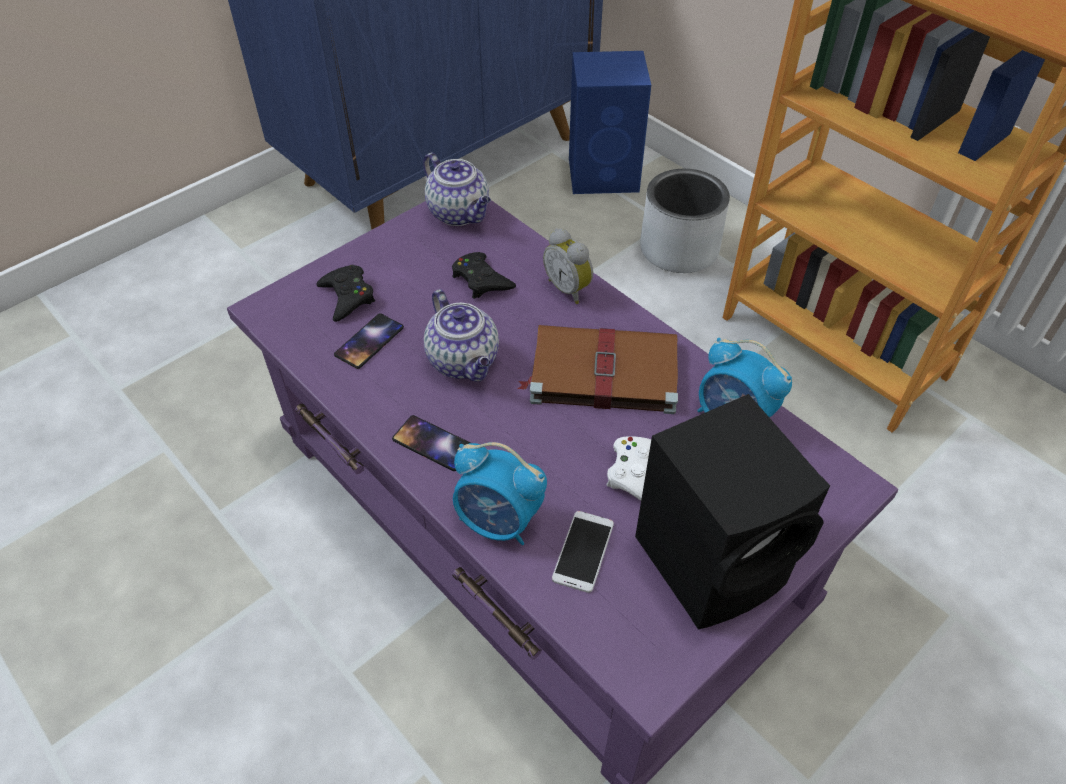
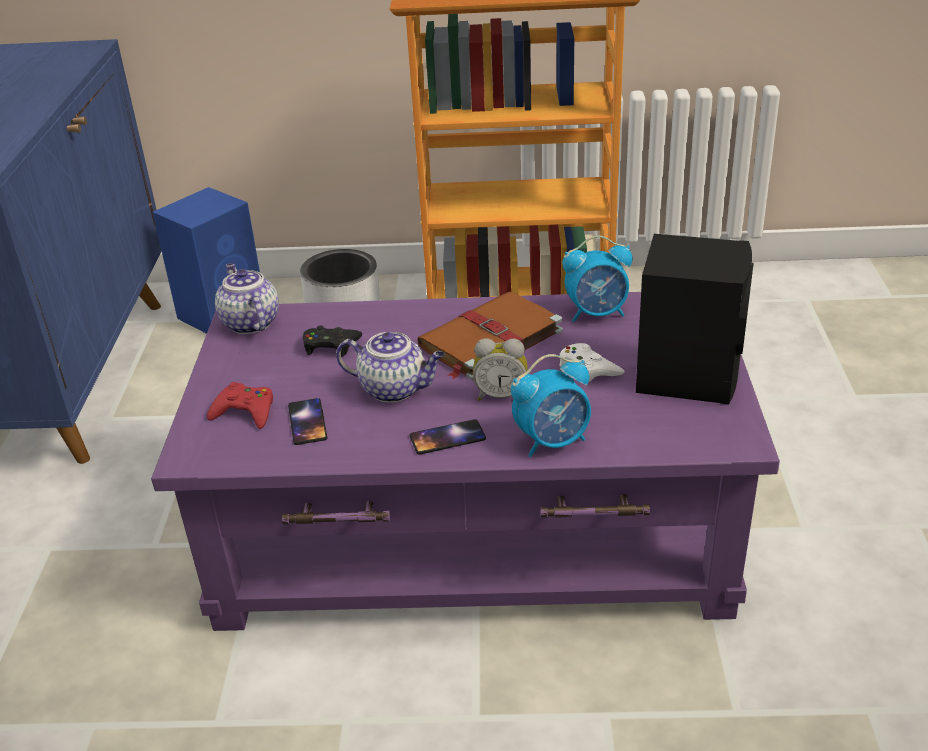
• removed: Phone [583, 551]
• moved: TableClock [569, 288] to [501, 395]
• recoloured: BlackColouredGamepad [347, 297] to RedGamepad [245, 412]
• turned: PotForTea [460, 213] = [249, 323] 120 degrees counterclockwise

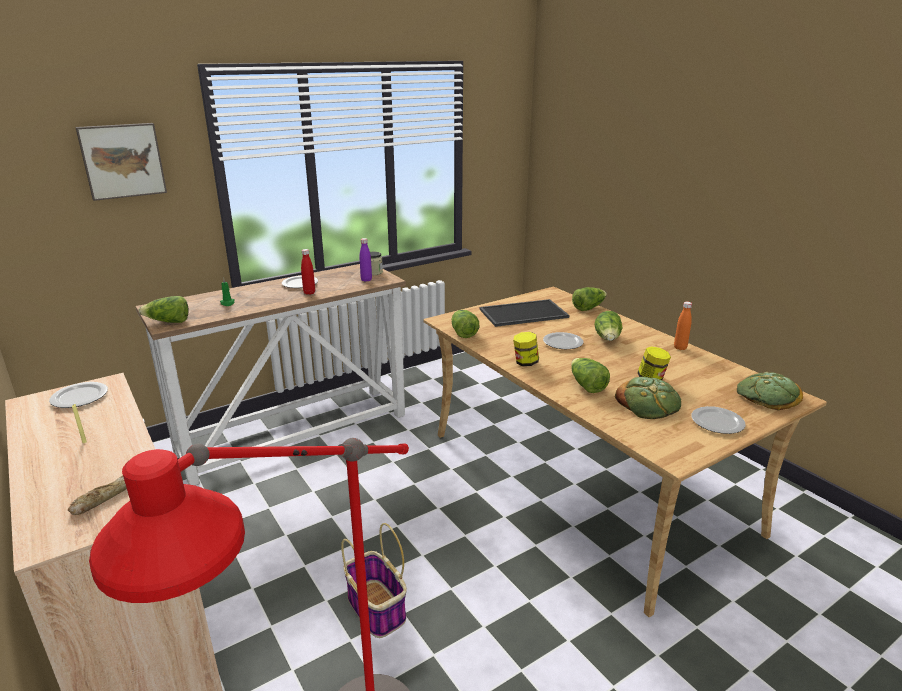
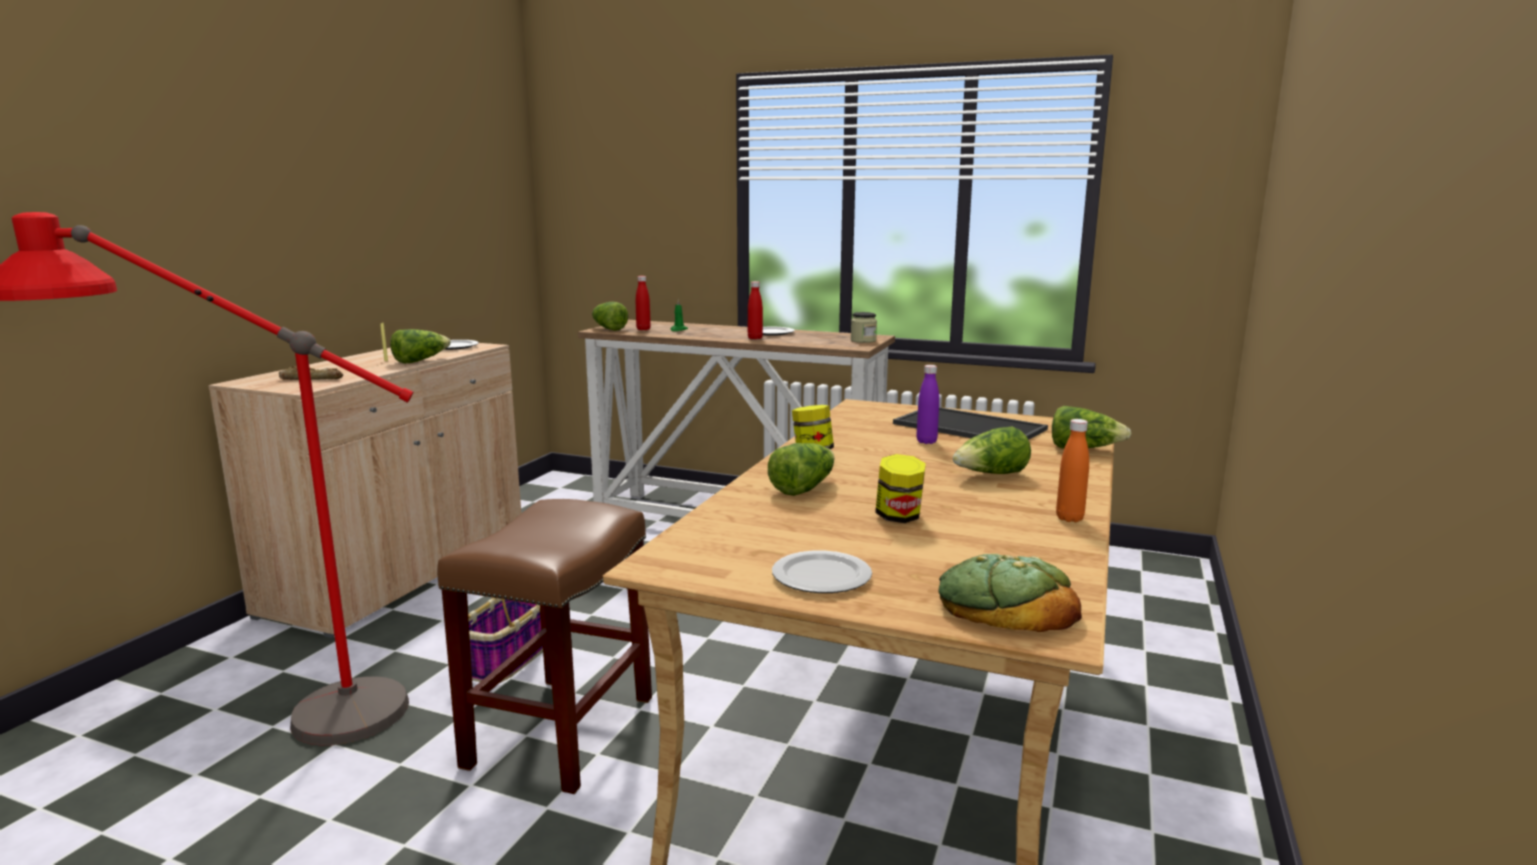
• removed: WallPicture [122, 160]
• removed: DinnerPlate [563, 343]
• removed: BakedBread [648, 403]
• added: BrownStoolSeat [561, 730]
• added: RedBottle [643, 329]
• moved: PurpleBottle [366, 280] to [926, 441]
• moved: HeadOfLettuce [463, 332] to [420, 361]

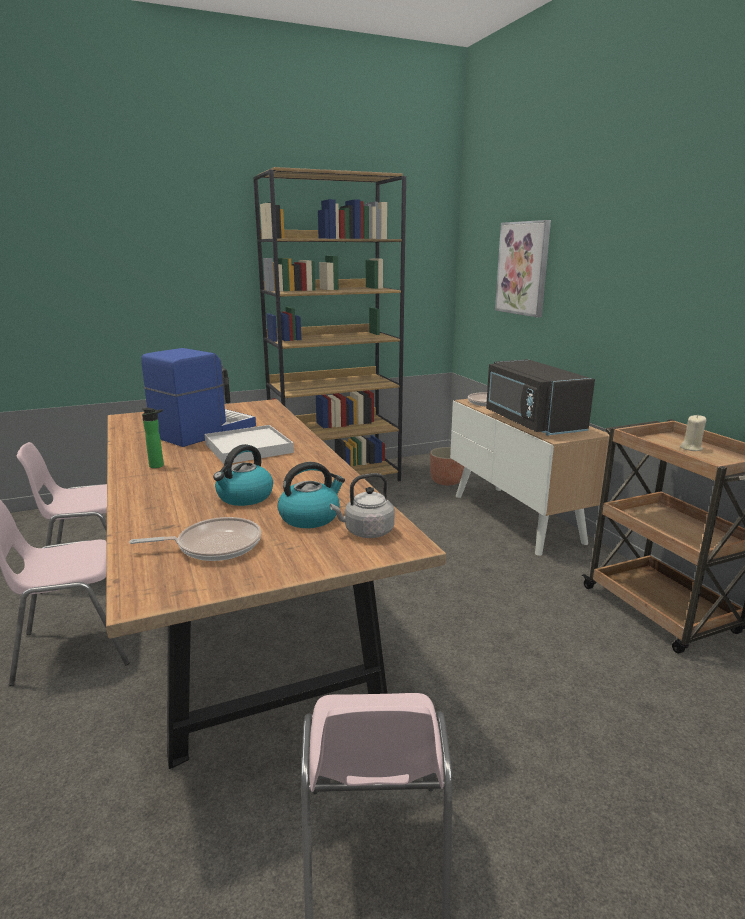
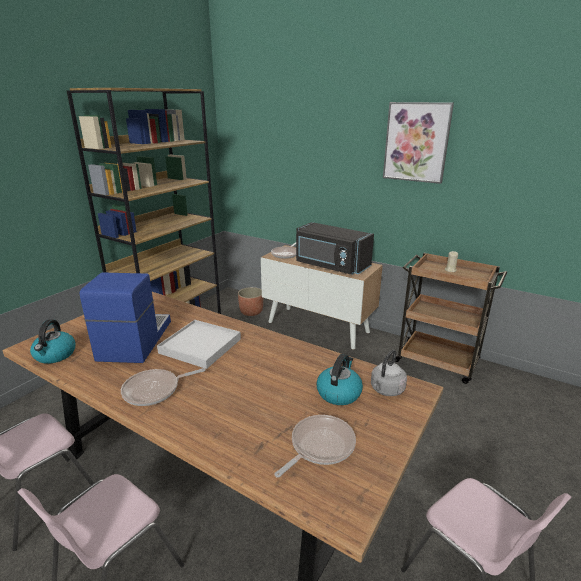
• moved: Kettle [244, 497] to [55, 355]
• moved: WallPicture [523, 268] to [416, 142]
• replaced: Bottle [158, 466] to FryingPan [155, 390]

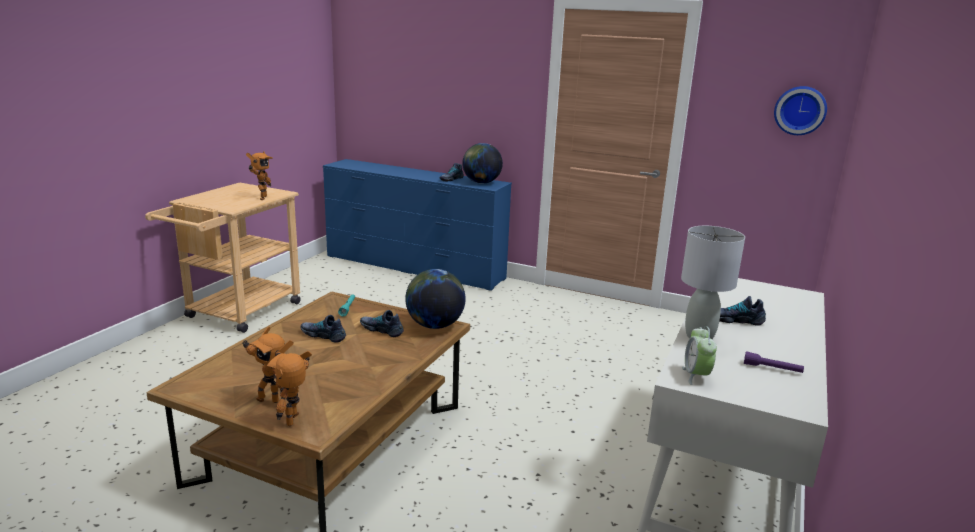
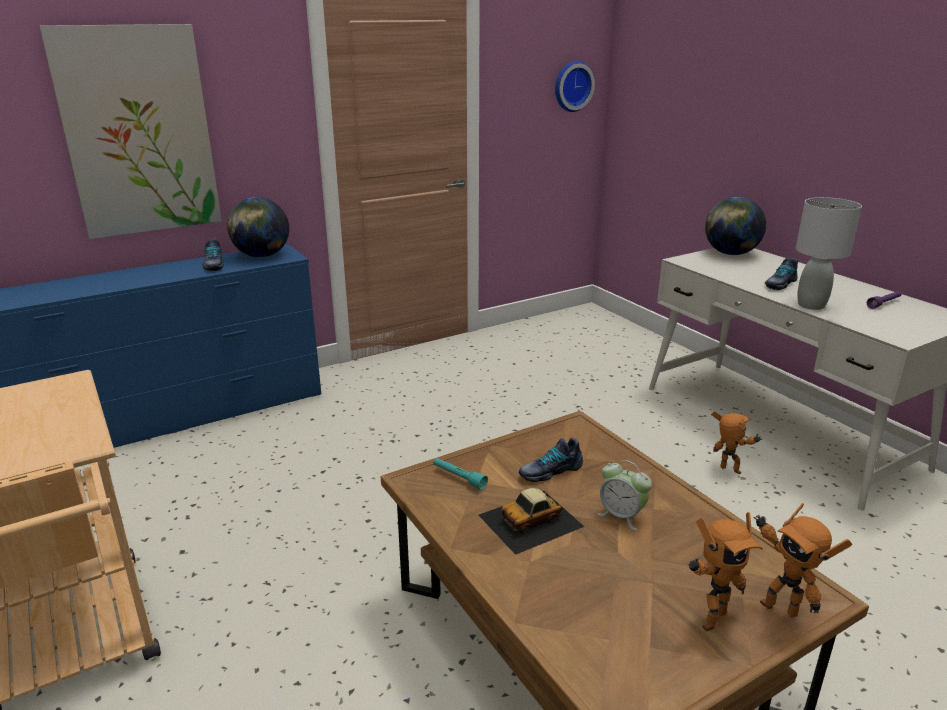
• added: WallPicture [138, 132]
• moved: RobotFigure [261, 198] to [729, 472]
• moved: Globe [434, 325] to [730, 253]
• moved: TableClock [696, 376] to [621, 516]
• replaced: LowShoe [323, 335] to ToyCar [531, 520]

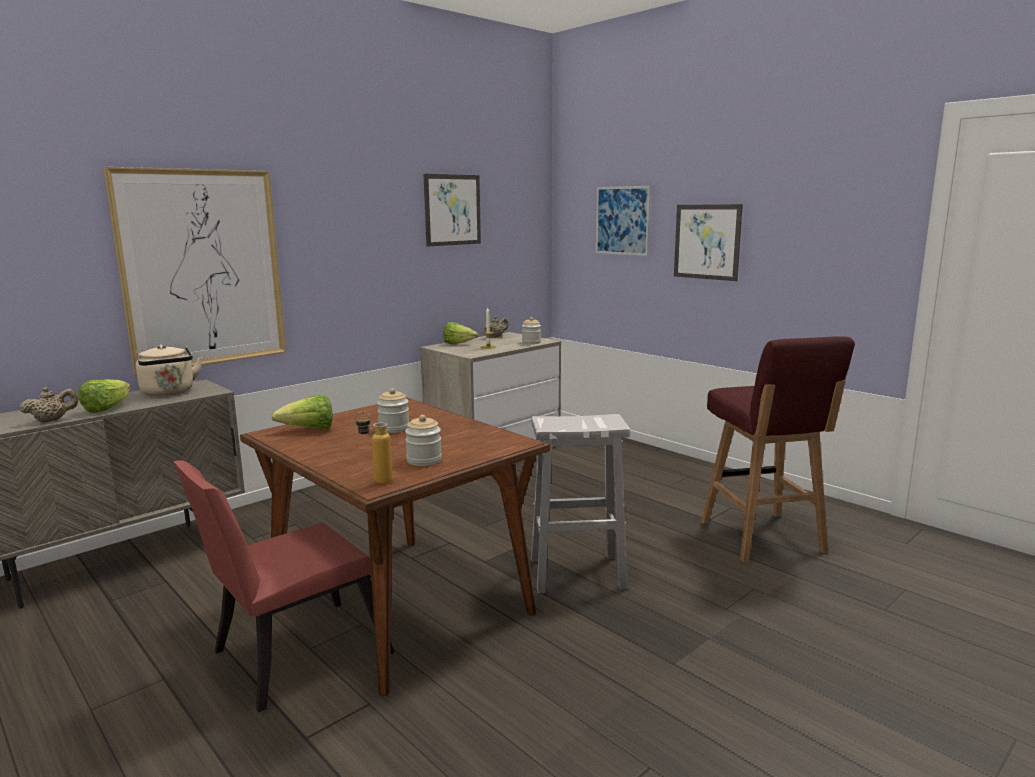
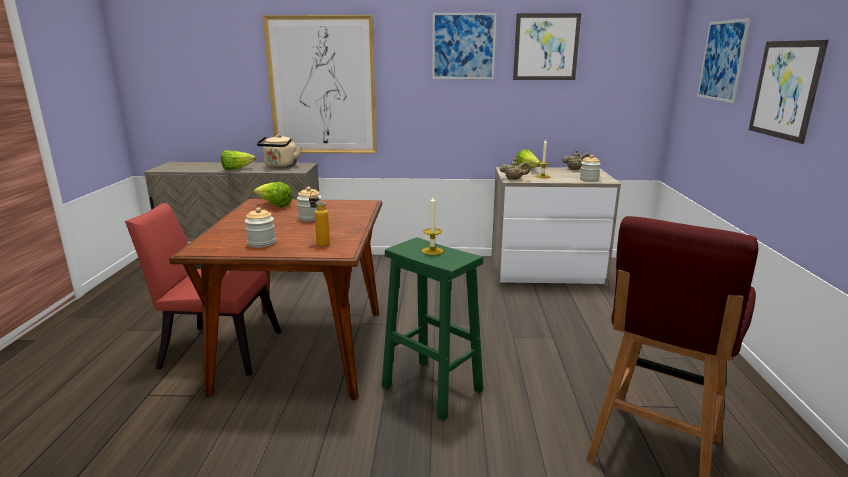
• added: Candle [432, 251]
• added: WallPicture [463, 46]
• moved: SandColouredPotForTea [52, 420] to [514, 179]
• moved: Bottle [376, 481] to [320, 243]
• recoloured: WhitishStoolSeat [575, 574] to GreenStoolSeat [430, 388]

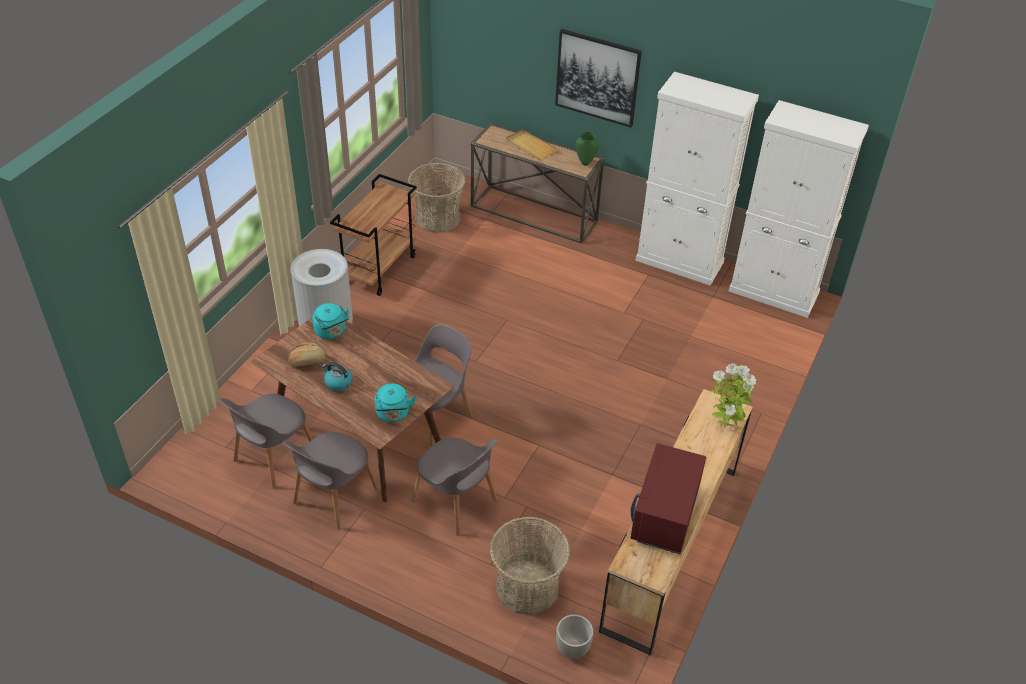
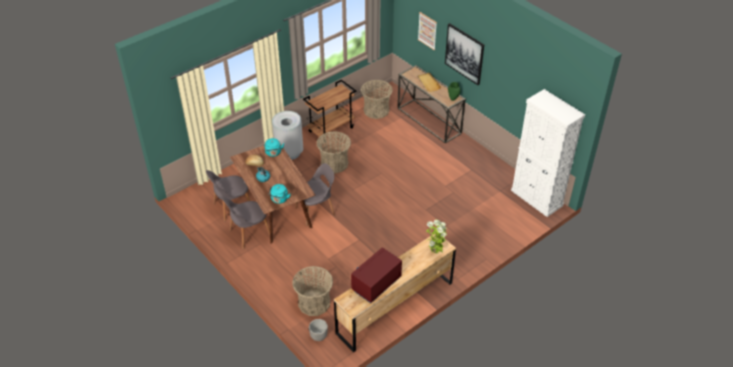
• removed: GreyishChair [456, 502]
• removed: WhitishCabinet [679, 261]
• added: HouseholdBasket [334, 163]
• added: WallPicture [427, 30]

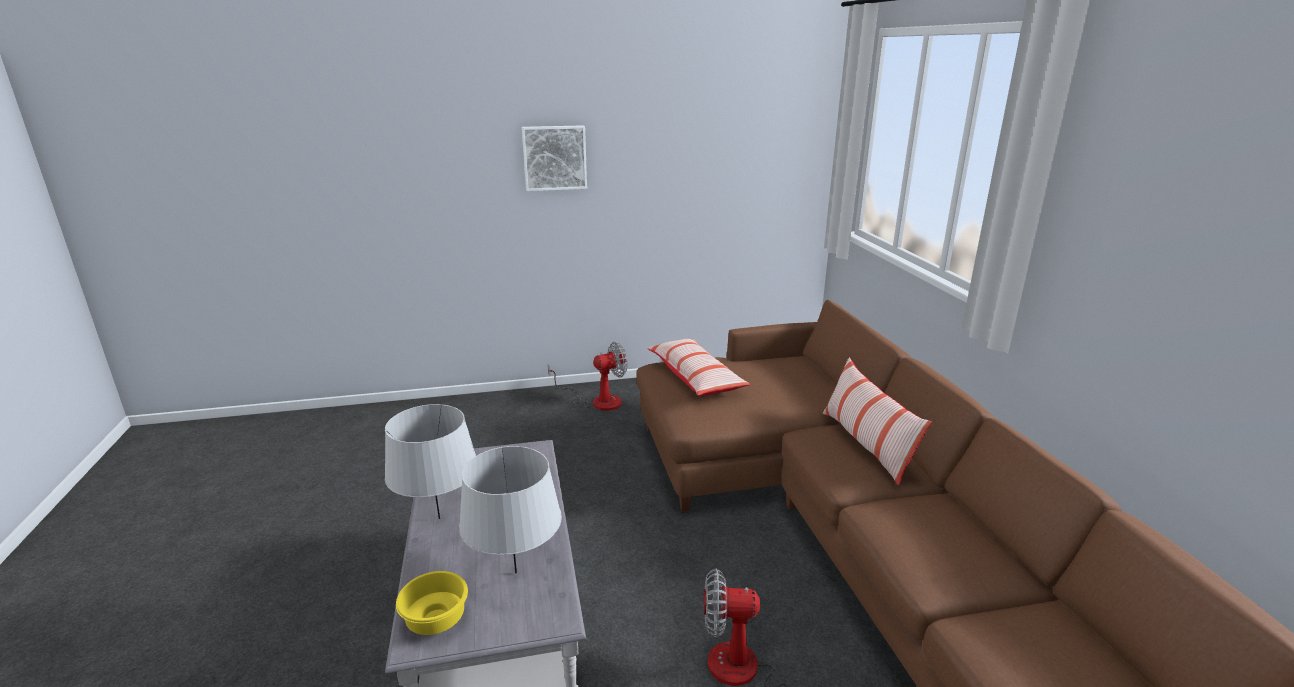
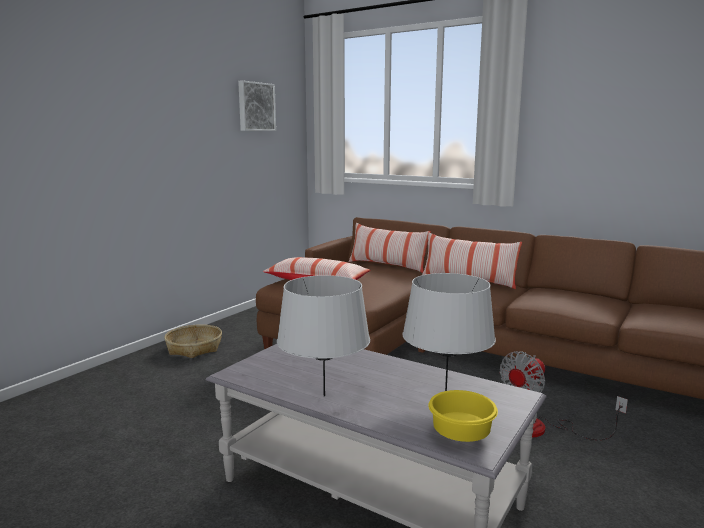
• added: Pillow [387, 266]
• moved: WallPicture [554, 158] to [255, 107]
• replaced: Fan [597, 401] to HouseholdBasket [194, 348]

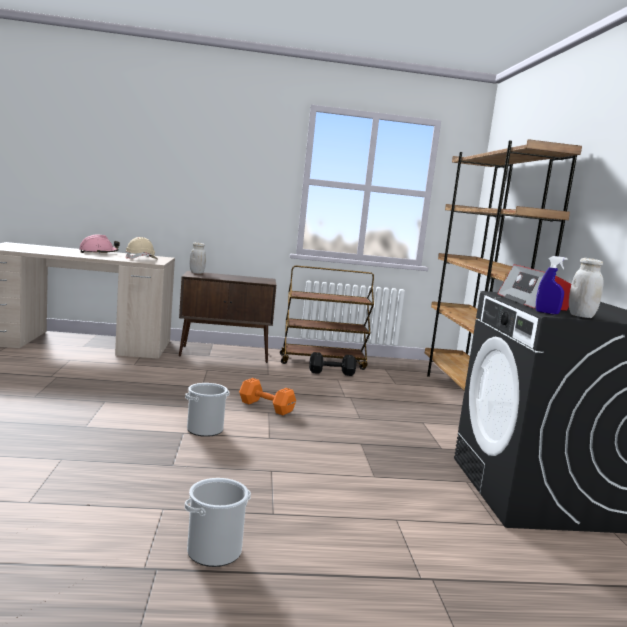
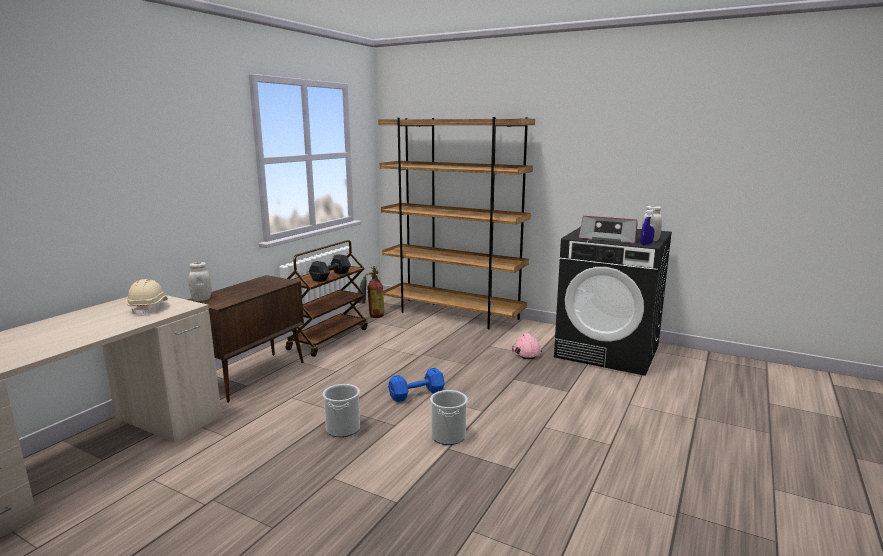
• added: FireFightingCylinder [371, 317]
• moved: PinkHardHat [98, 253] to [526, 352]
• moved: WaterBucket [214, 551] to [343, 428]
• moved: BlackColouredFreeWeight [332, 373] to [331, 276]
• recoloured: OrangeyFreeWeight [267, 407] to BlueFreeWeight [418, 394]

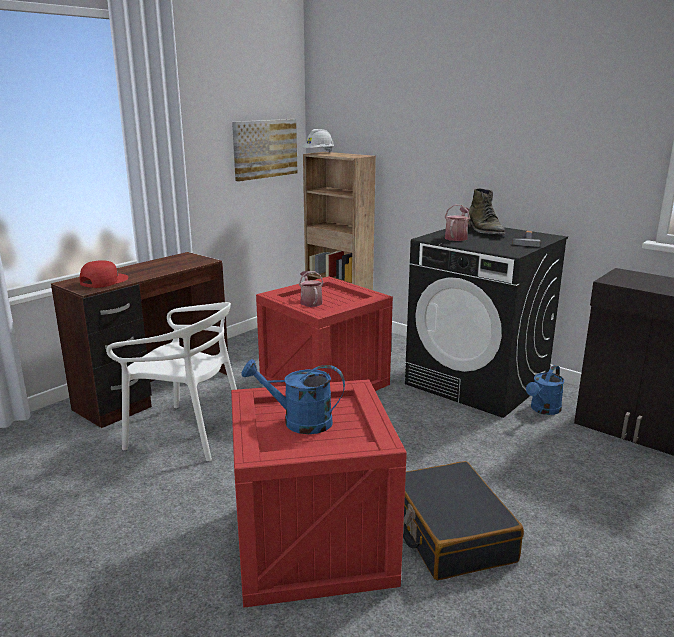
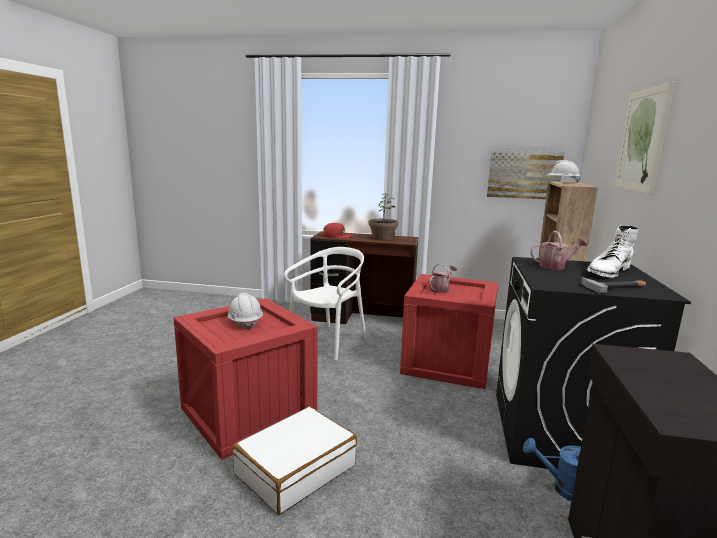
• added: Houseplant [382, 237]
• added: WallPicture [641, 140]
• replaced: BlueWateringPot [298, 422] to WhitishHardHat [245, 322]
• recoloured: BlackColouredTravelCase [450, 533] to WhitishTravelCase [295, 469]
• recoloured: GreenHighTopBoot [484, 231] to WhitishHighTopBoot [608, 271]
• turned: WhitishChair [186, 434] = [328, 342] 135 degrees counterclockwise

